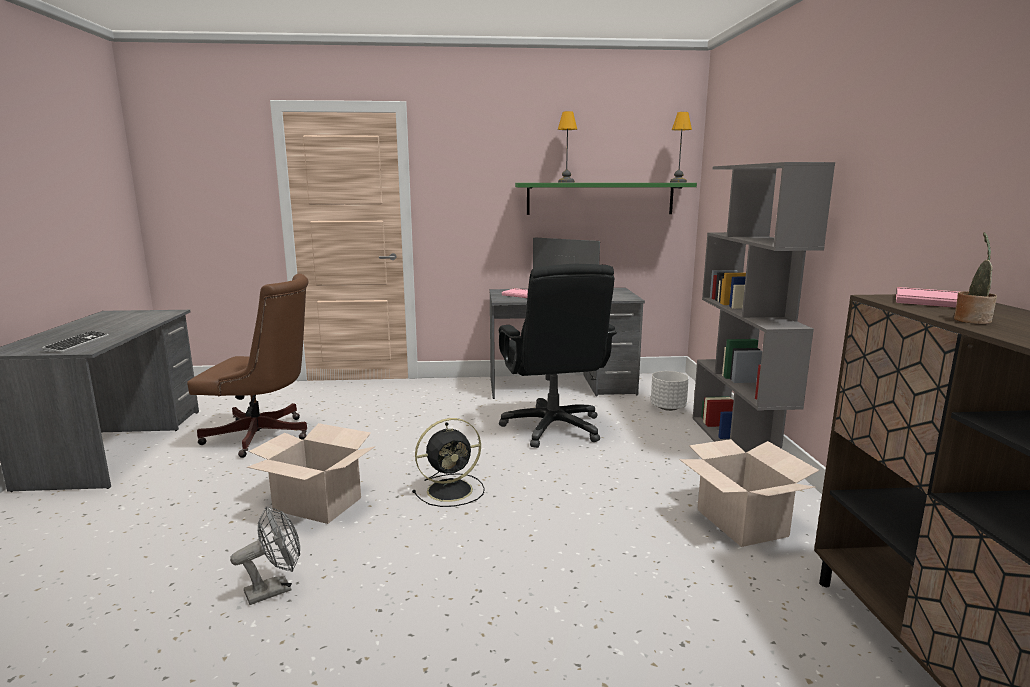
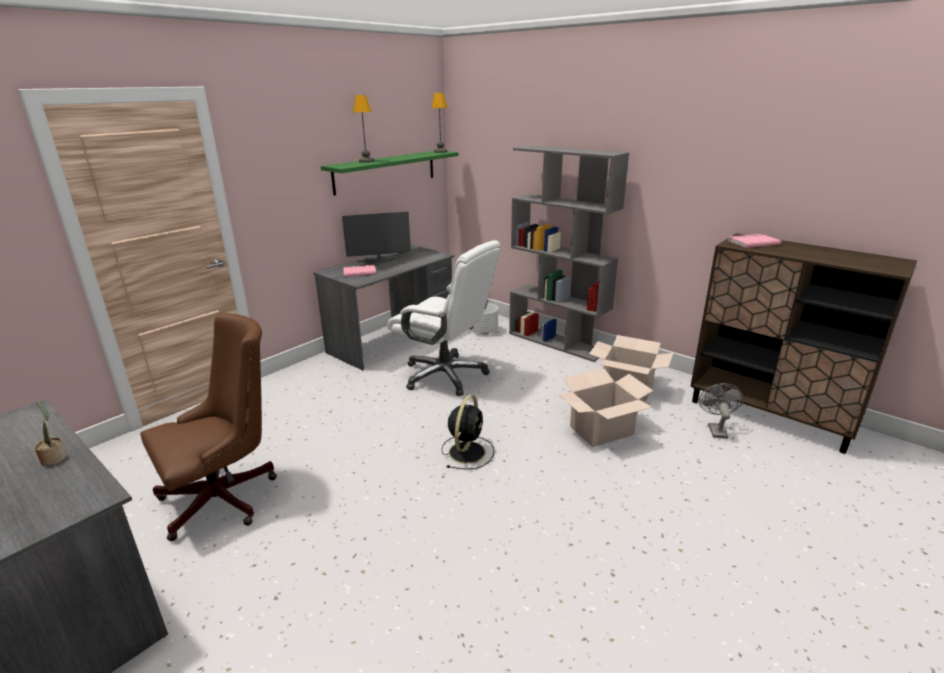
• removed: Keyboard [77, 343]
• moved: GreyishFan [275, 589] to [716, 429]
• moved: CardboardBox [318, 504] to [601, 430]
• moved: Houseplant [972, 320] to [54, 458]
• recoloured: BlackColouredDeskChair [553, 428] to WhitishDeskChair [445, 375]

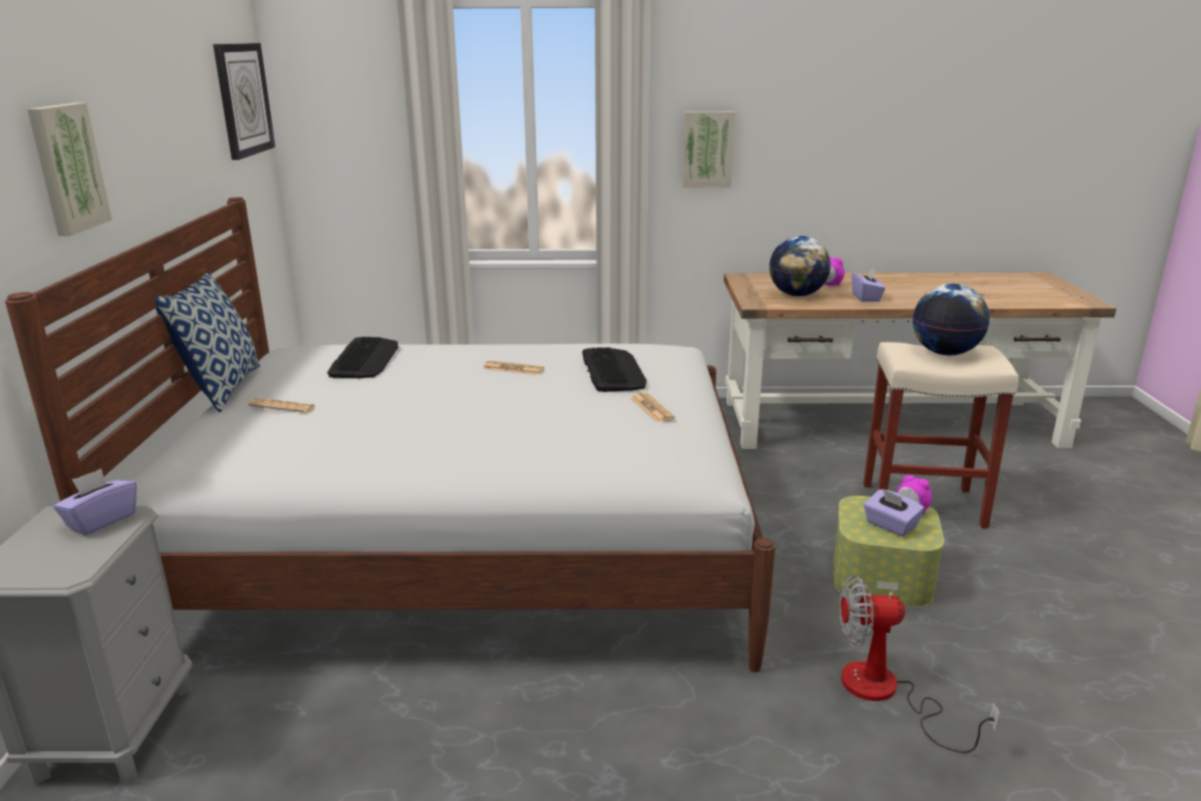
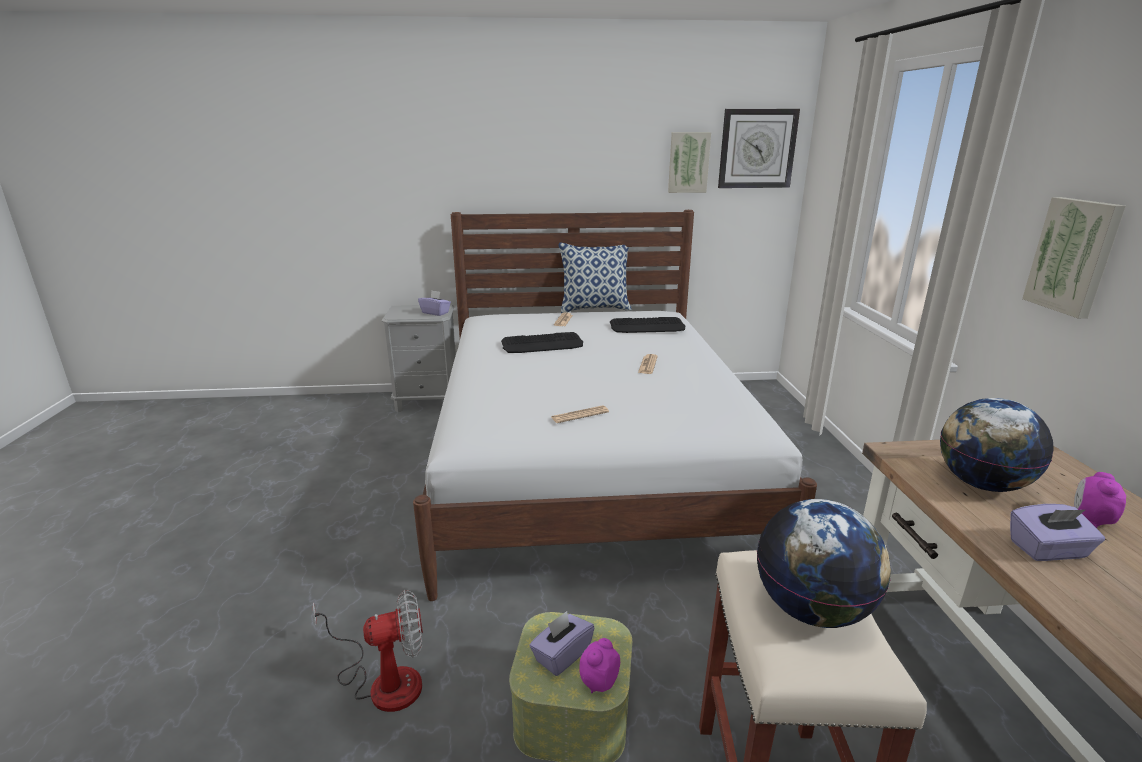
• moved: WallPicture [66, 168] to [688, 162]
• moved: Keyboard [612, 370] to [542, 344]
• turned: Fan [886, 694] = [383, 680] 75 degrees clockwise

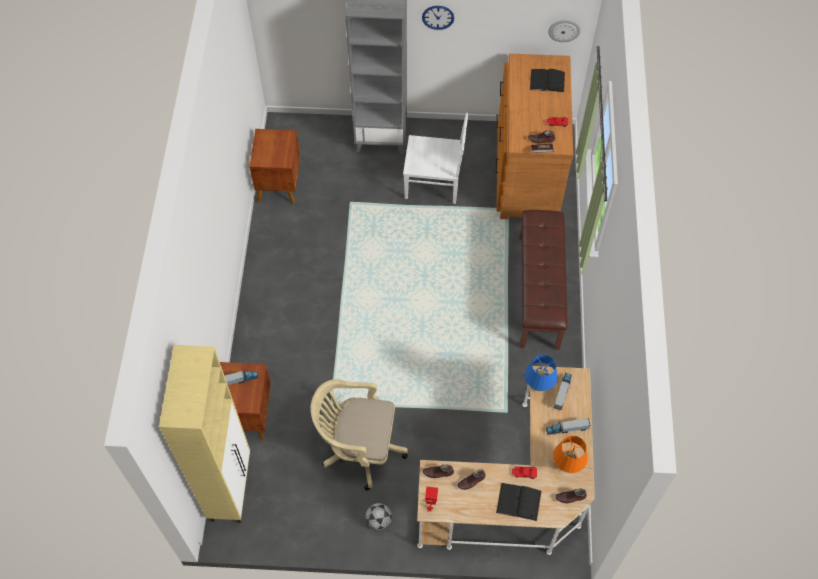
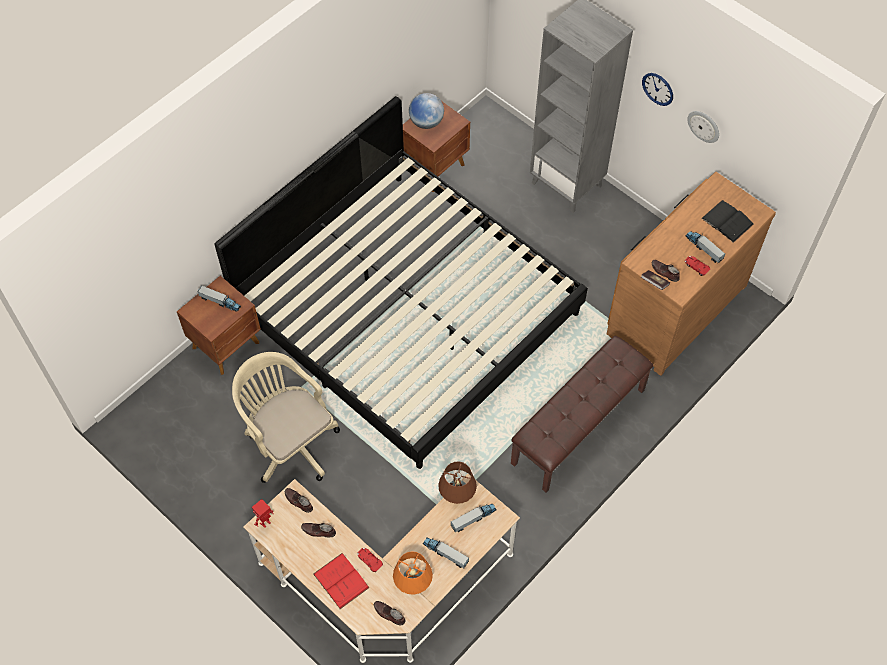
• removed: SandColouredCabinet [231, 488]
• removed: Football [379, 520]
• removed: WhitishChair [434, 183]
• added: Bed [408, 312]
• added: Globe [426, 122]
• added: ModelTruck [703, 248]
• moved: ClockOnTheWall [564, 30] to [704, 126]
• recoloured: BlackColouredBook [518, 501] to RedBook [341, 580]
• recoloured: BlueLampForATable [538, 386] to BrownLampForATable [456, 496]

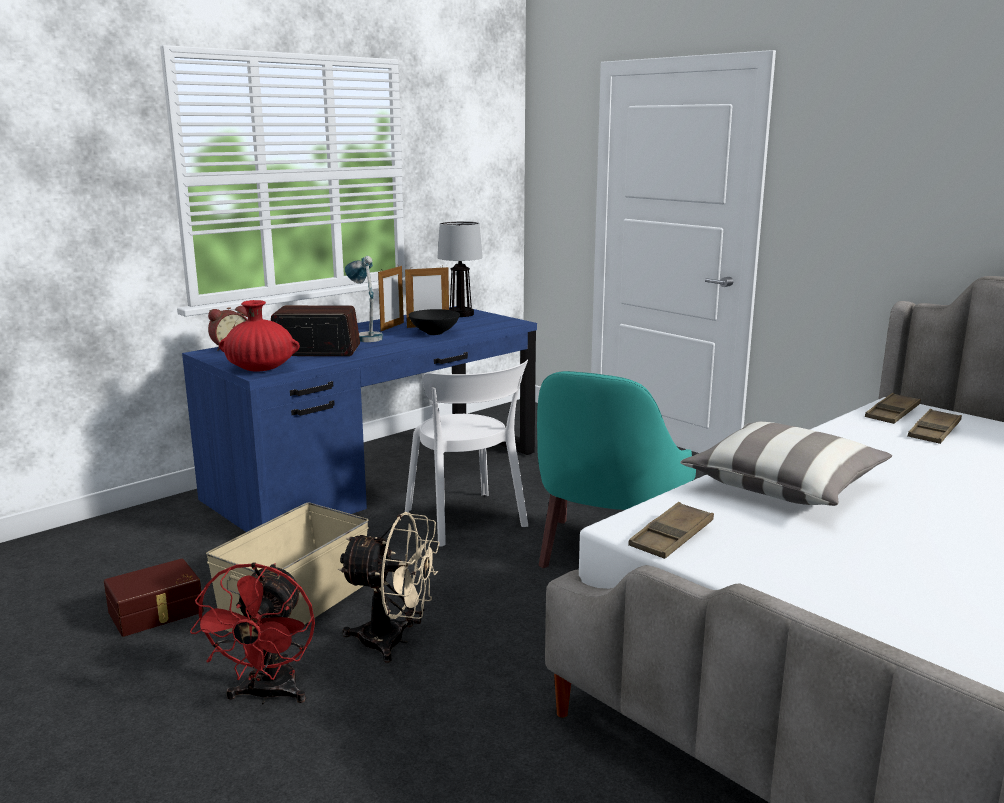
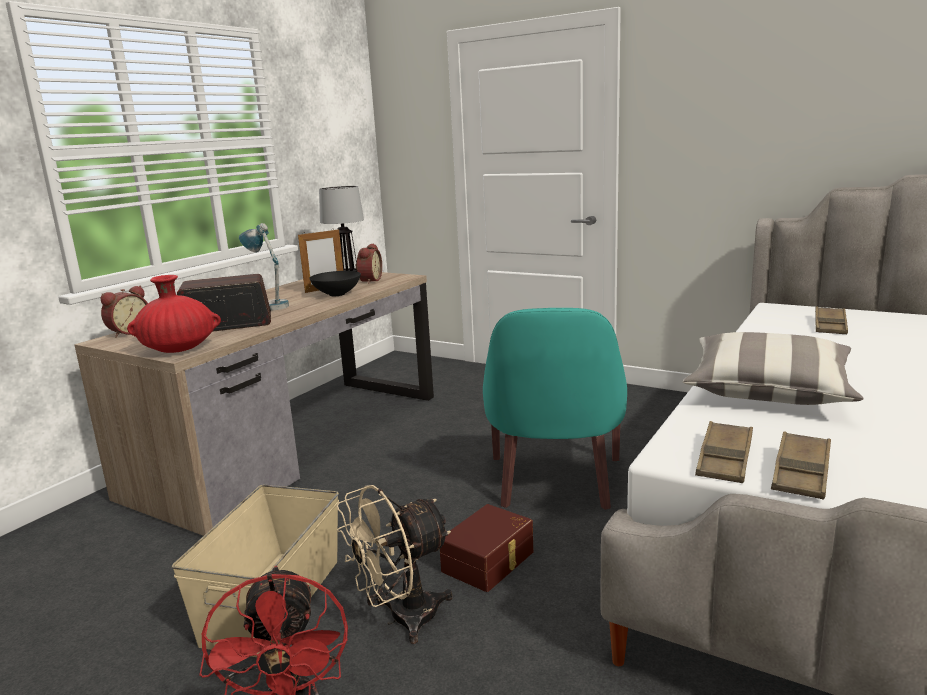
• removed: PictureFrame [392, 327]
• removed: WhitishChair [467, 520]
• added: TableClock [369, 281]
• moved: BrownStorageContainer [157, 613] to [490, 562]
• moved: BrownCarryingTray [892, 413] to [801, 472]
• recoloured: BlueDeskUnit [378, 476] to BrownDeskUnit [294, 443]
• turned: SandColouredFan [394, 641] = [401, 619] 150 degrees clockwise

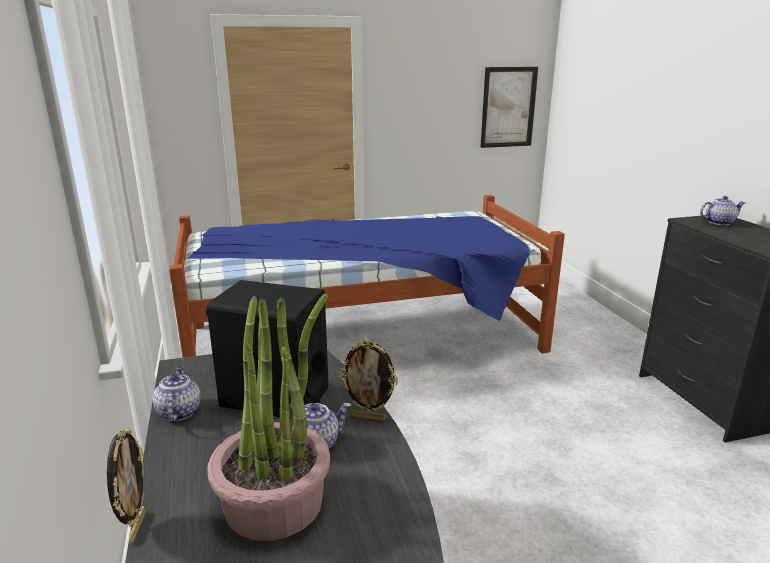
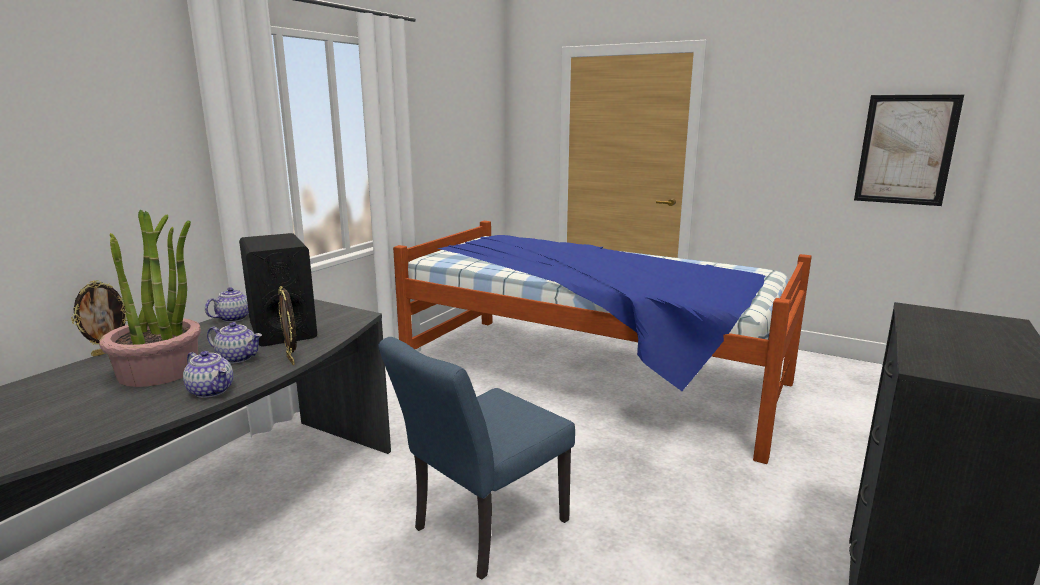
• added: BlueChair [482, 529]
• moved: PotForTea [719, 222] to [212, 391]

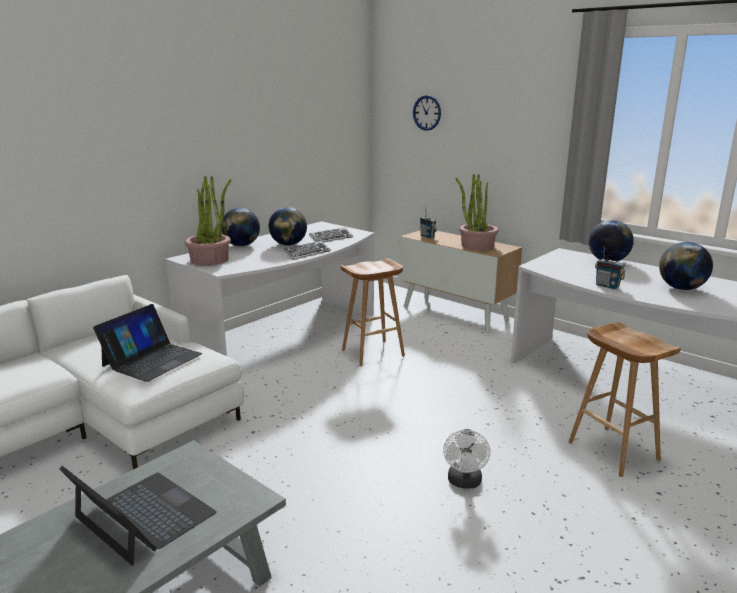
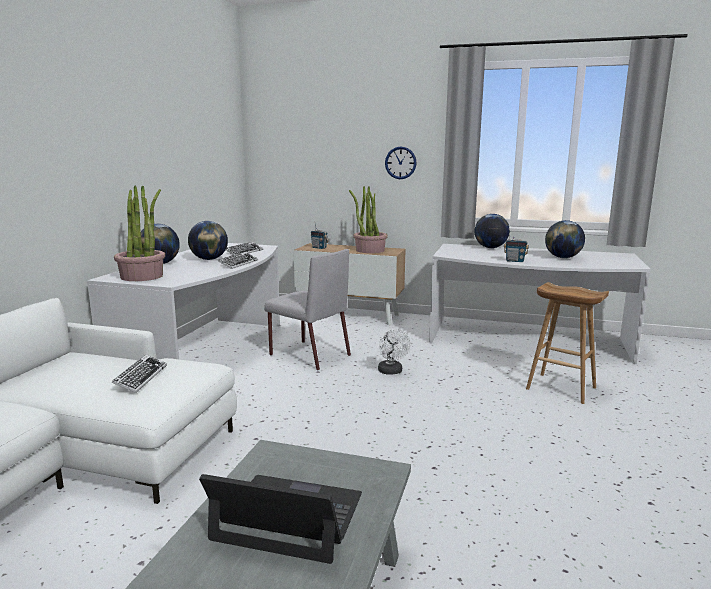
• moved: ClockOnTheWall [427, 113] to [400, 163]
• moved: WhitishFan [464, 483] to [391, 372]
• replaced: NotebookComputer [152, 360] to Keyboard [140, 377]
• replaced: BrownStoolSeat [372, 353] to GreyishChair [308, 355]

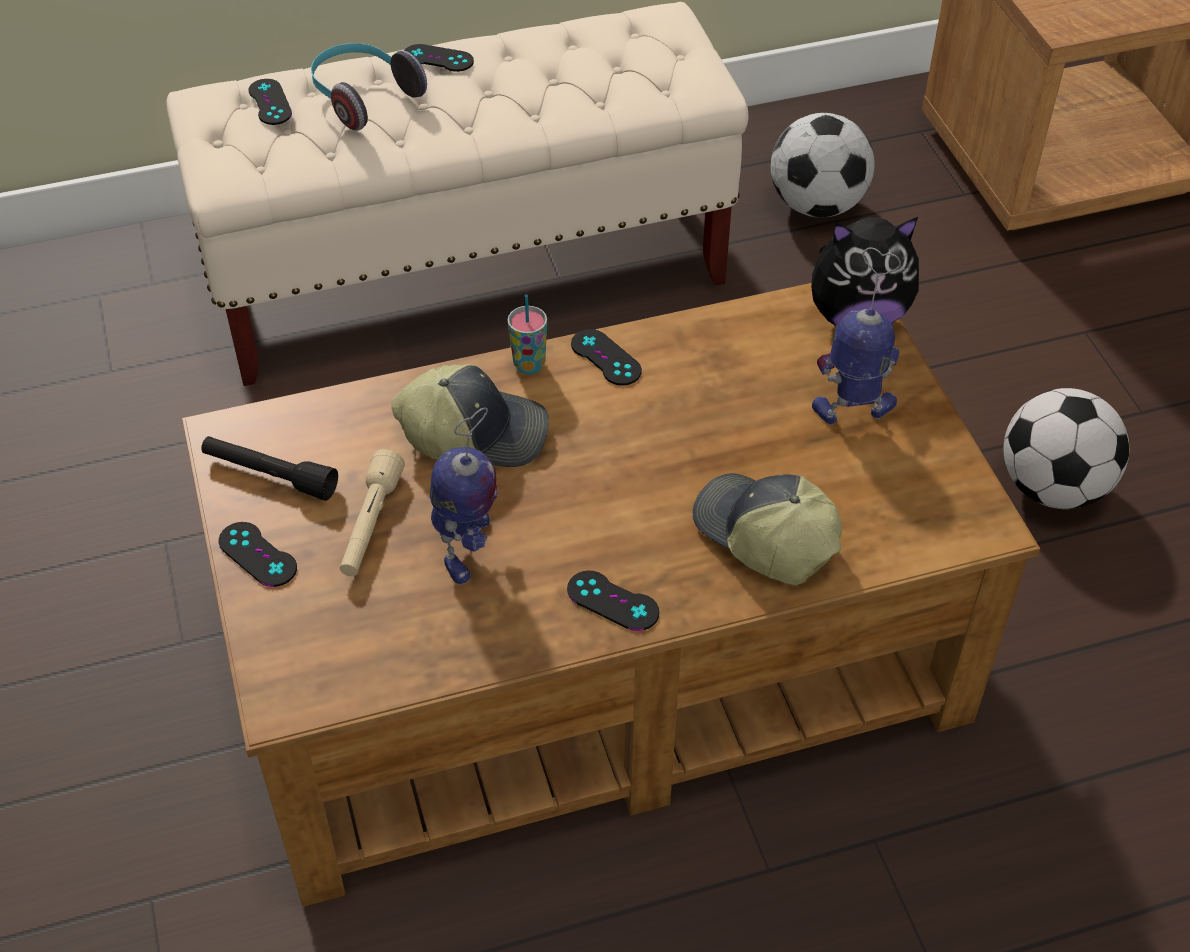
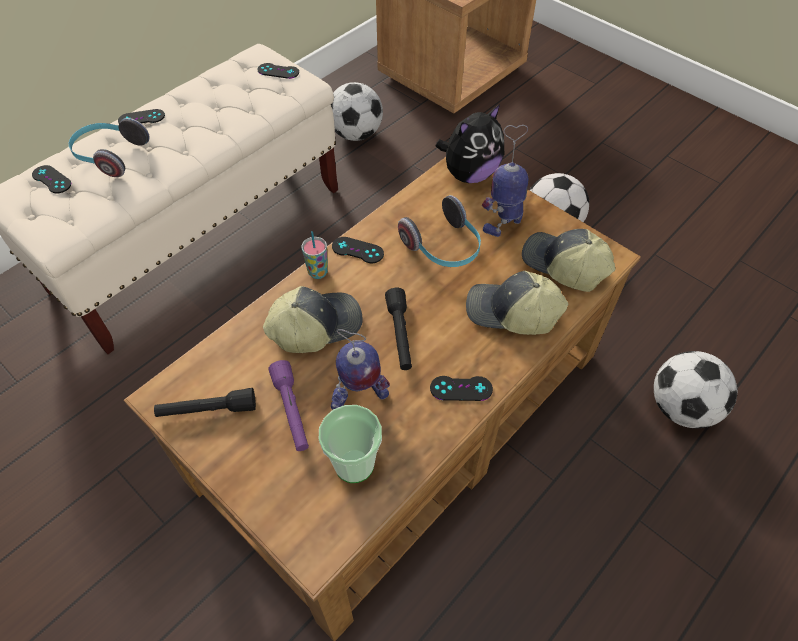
• added: SmallCup [354, 464]
• added: BlackColouredFlashlight [400, 335]
• added: PairOfHeadphones [443, 247]
• added: PeakedCap [563, 266]
• added: Football [681, 407]
• moved: BlackColouredGamepad [257, 555] to [278, 71]
• recoloured: SandColouredFlashlight [370, 524] to PurpleFlashlight [291, 411]
• turned: RobotFigure [467, 548] = [358, 398] 90 degrees clockwise

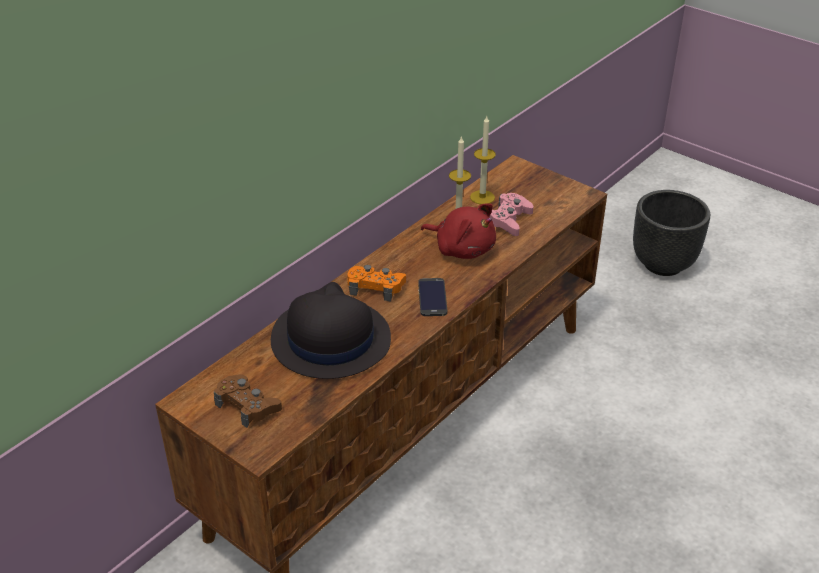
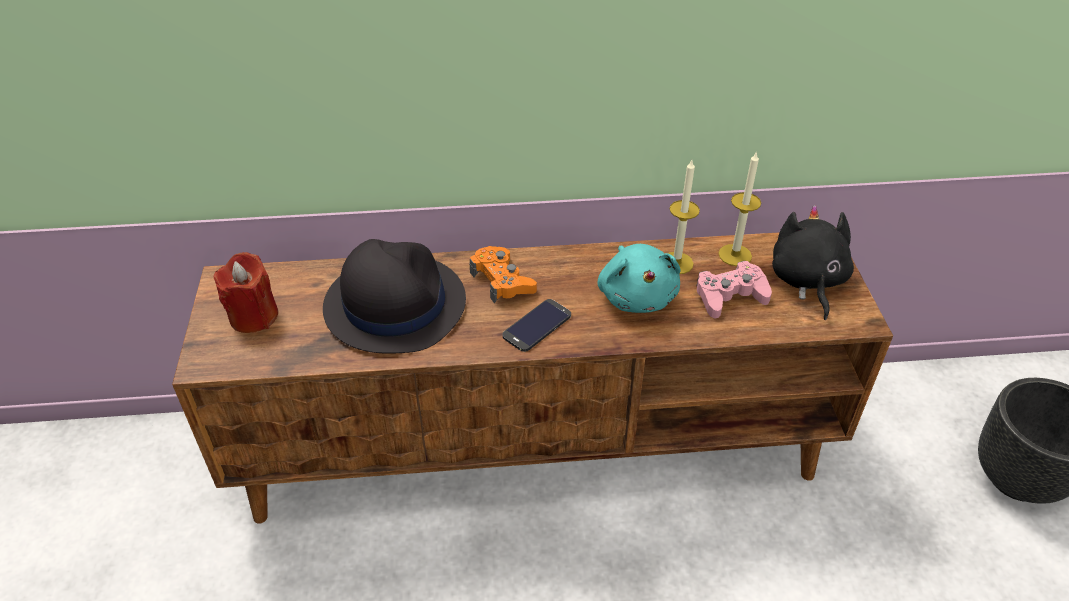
• added: BlackColouredCuddlyToy [807, 281]
• replaced: BrownGamepad [247, 405] to RedCandle [253, 316]
• recoloured: RedCuddlyToy [462, 249] to BlueGreenCuddlyToy [637, 295]

